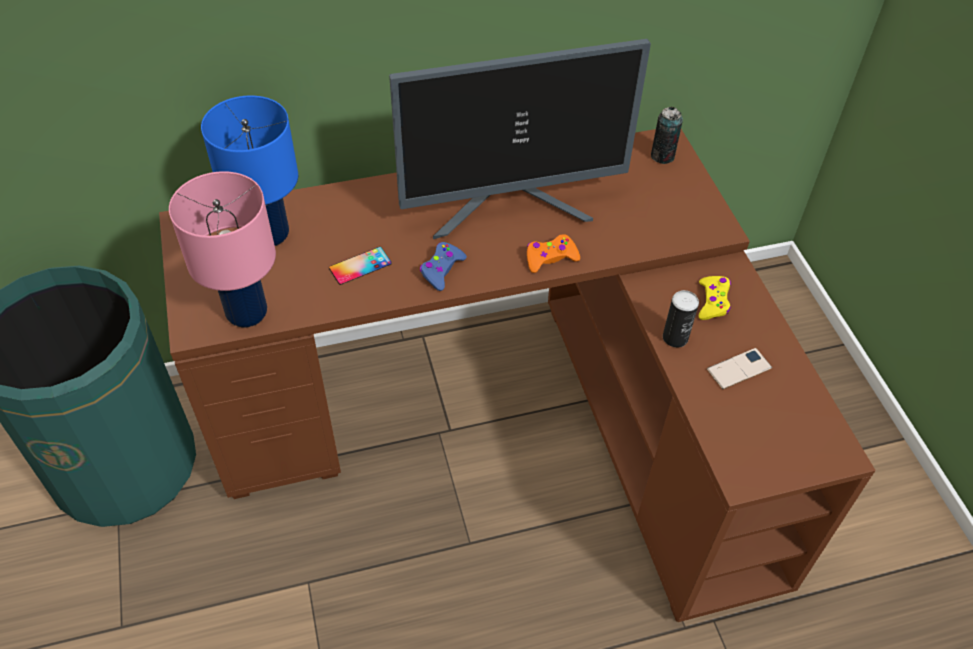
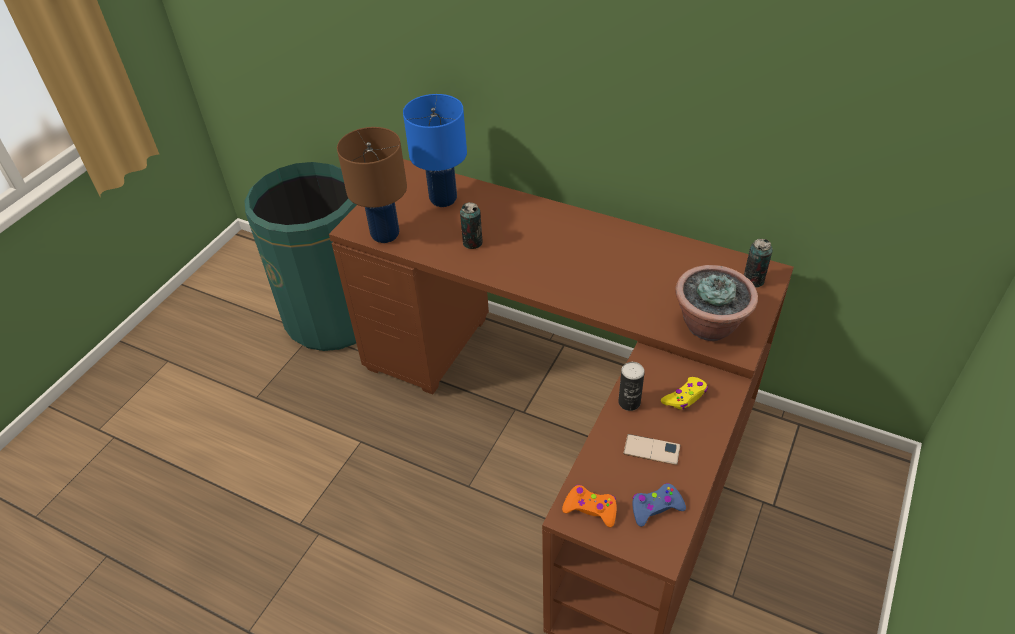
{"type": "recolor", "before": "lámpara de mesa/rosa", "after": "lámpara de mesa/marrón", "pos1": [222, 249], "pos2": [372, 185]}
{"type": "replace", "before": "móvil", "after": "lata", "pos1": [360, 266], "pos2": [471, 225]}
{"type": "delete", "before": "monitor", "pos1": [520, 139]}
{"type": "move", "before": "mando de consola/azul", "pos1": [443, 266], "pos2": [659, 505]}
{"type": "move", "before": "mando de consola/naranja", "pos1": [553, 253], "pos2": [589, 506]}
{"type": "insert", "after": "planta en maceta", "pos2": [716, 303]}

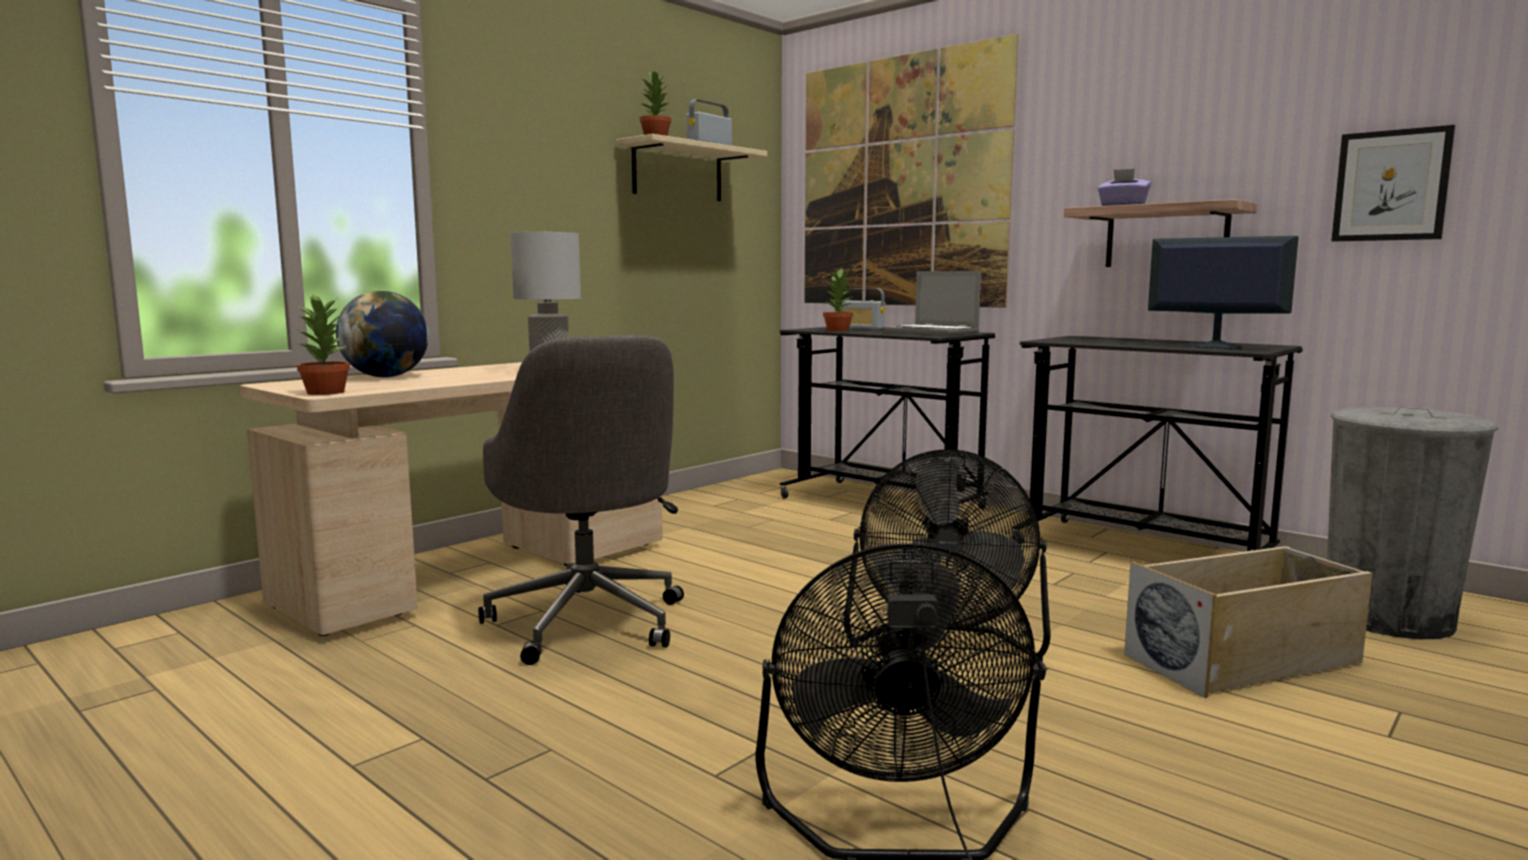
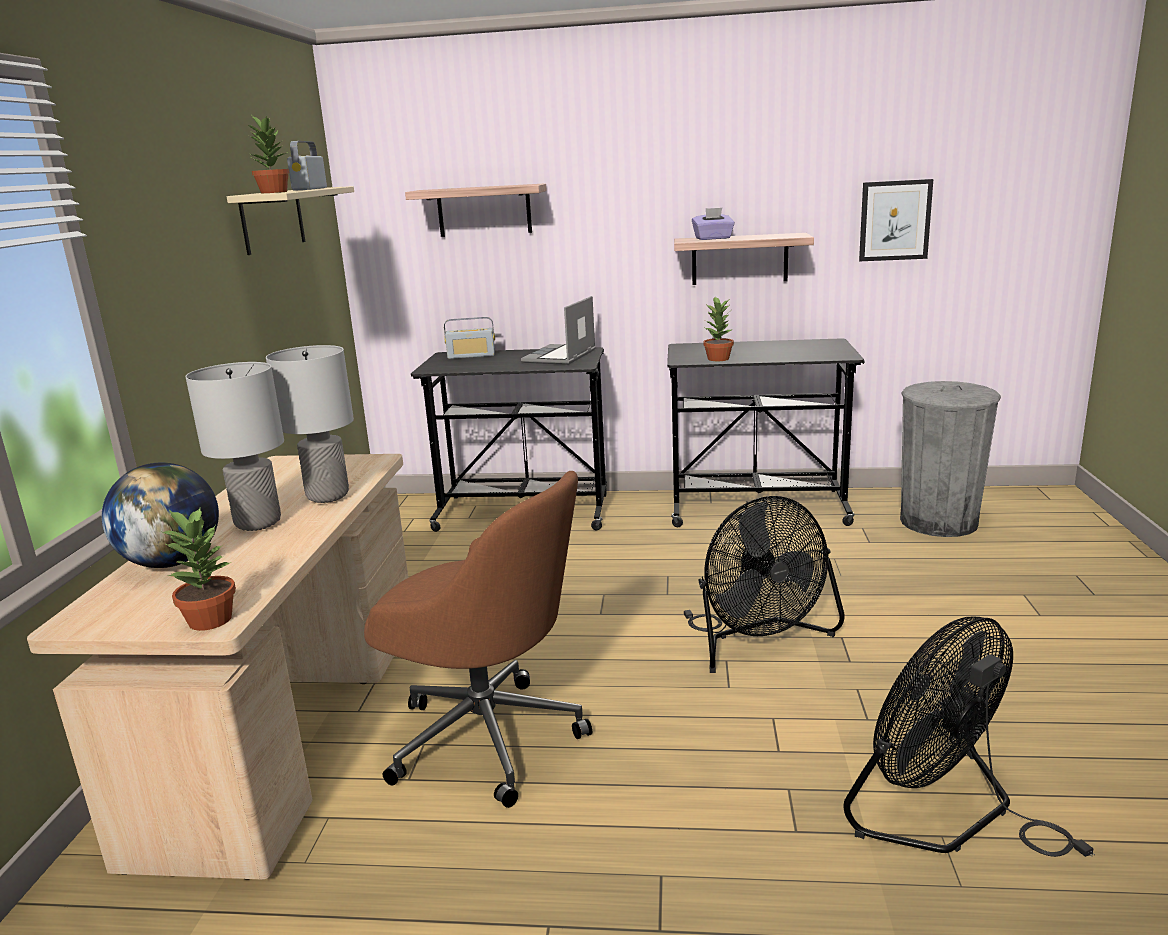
{"type": "recolor", "before": "silla de oficina/gris", "after": "silla de oficina/marrón", "pos1": [581, 500], "pos2": [478, 639]}
{"type": "replace", "before": "cuadro", "after": "estante", "pos1": [911, 171], "pos2": [476, 210]}
{"type": "move", "before": "planta en maceta", "pos1": [838, 300], "pos2": [718, 329]}
{"type": "rotate", "before": "portátil", "pos1": [932, 303], "pos2": [558, 330], "turn": 105}
{"type": "delete", "before": "caja de almacenaje/beis", "pos1": [1248, 622]}
{"type": "delete", "before": "monitor", "pos1": [1223, 292]}
{"type": "insert", "after": "lámpara de mesa/gris", "pos2": [234, 446]}

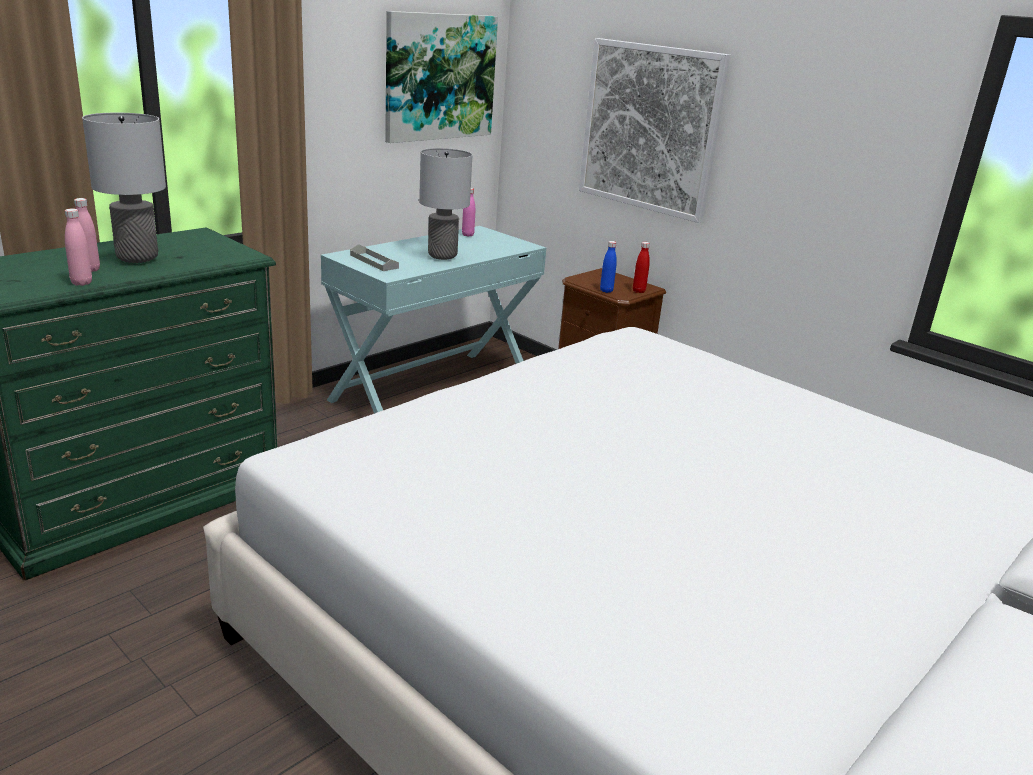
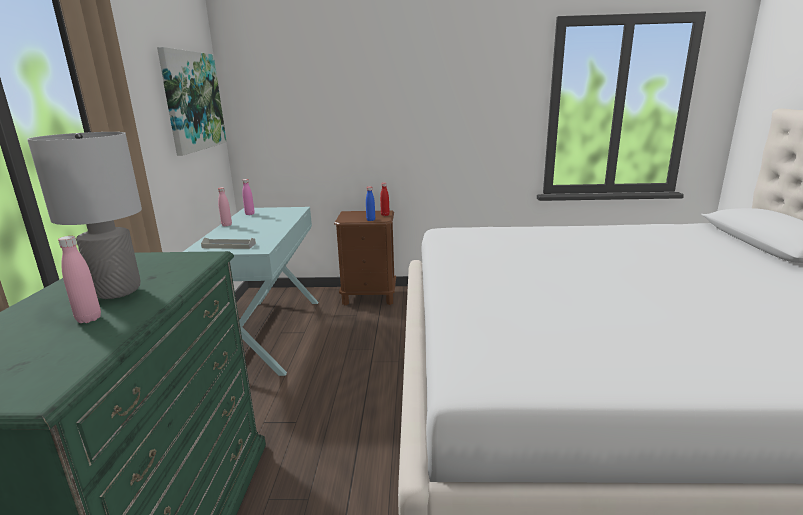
{"type": "move", "before": "botella/rosa", "pos1": [78, 247], "pos2": [225, 206]}
{"type": "delete", "before": "lámpara de mesa/gris", "pos1": [445, 204]}
{"type": "delete", "before": "cuadro", "pos1": [655, 130]}

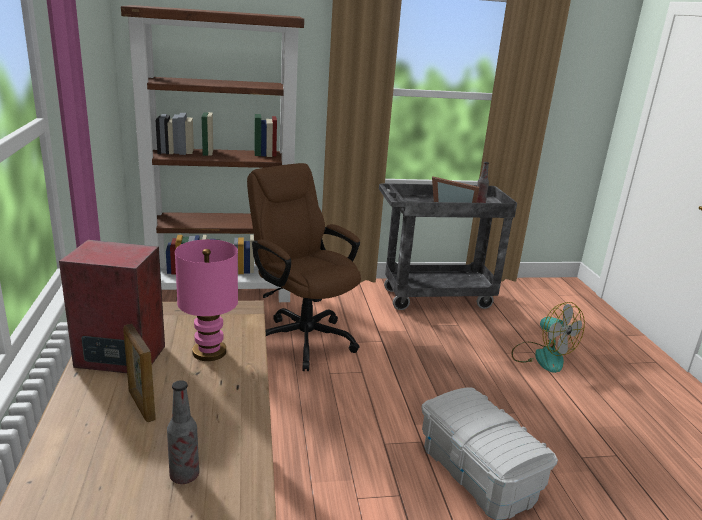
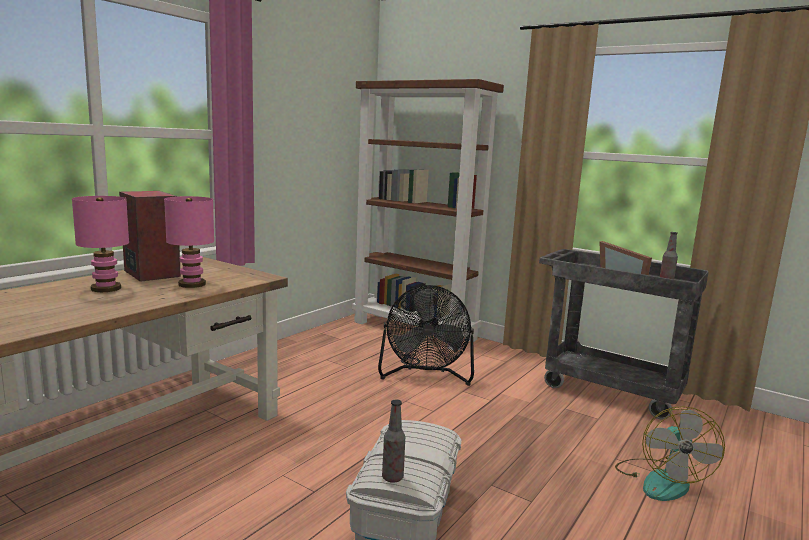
{"type": "replace", "before": "portarretratos", "after": "lámpara de mesa/rosa", "pos1": [139, 373], "pos2": [100, 244]}
{"type": "move", "before": "botella", "pos1": [183, 432], "pos2": [393, 441]}
{"type": "replace", "before": "silla de oficina/marrón", "after": "ventilador/negro", "pos1": [304, 267], "pos2": [426, 335]}

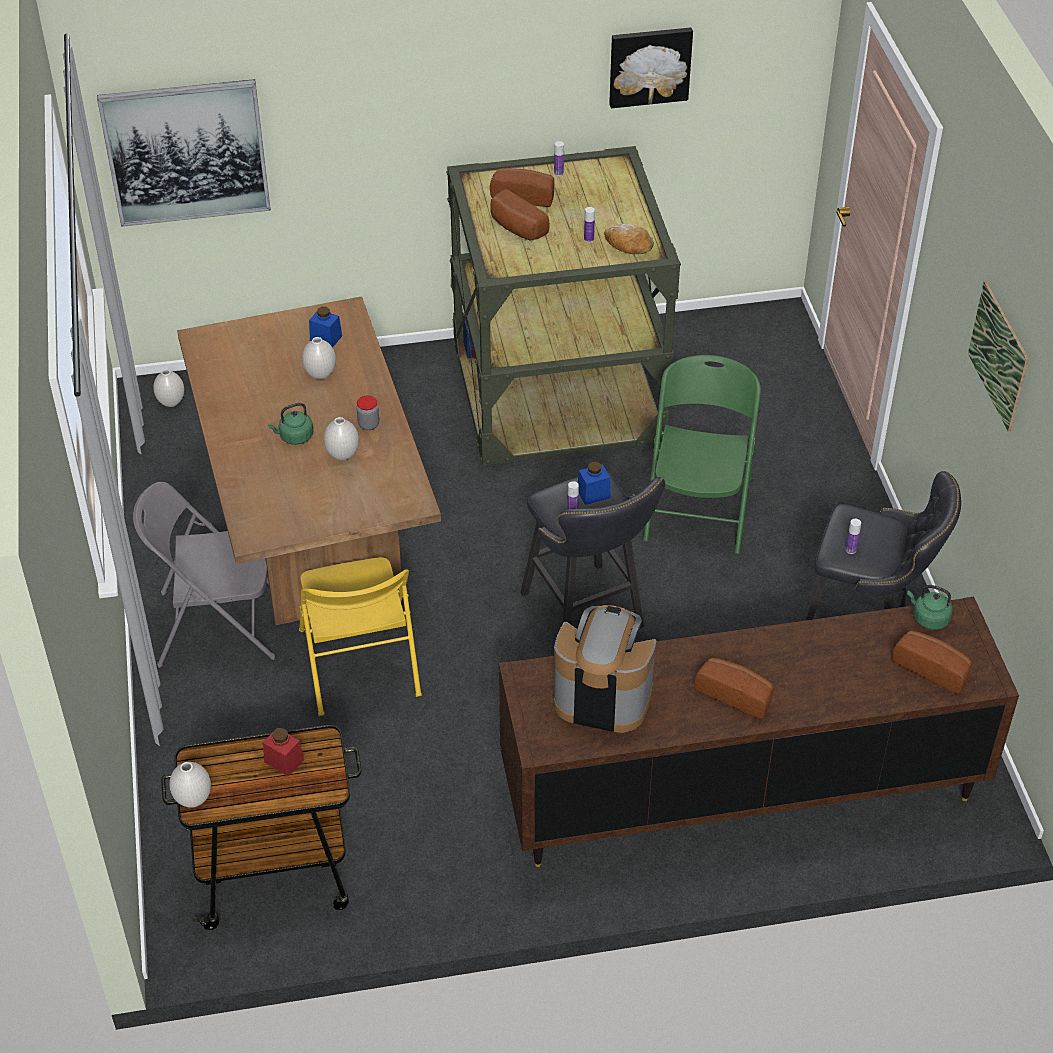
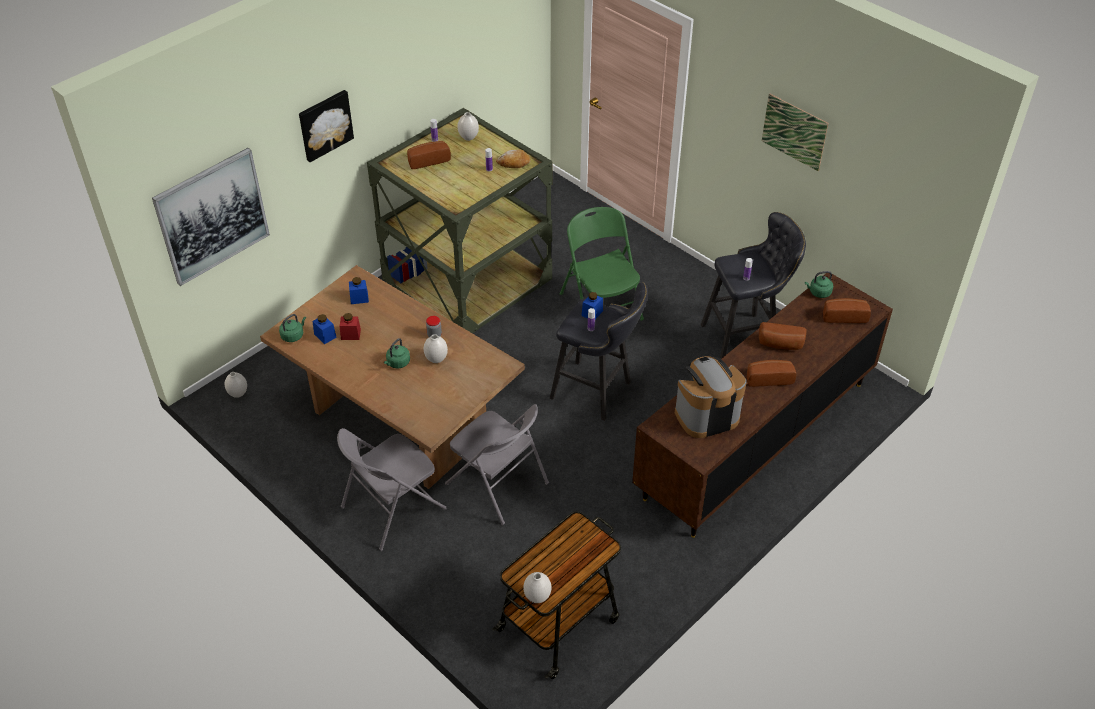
{"type": "move", "before": "tarro/rojo", "pos1": [283, 752], "pos2": [350, 326]}
{"type": "recolor", "before": "silla/amarillo", "after": "silla/gris", "pos1": [360, 636], "pos2": [497, 465]}
{"type": "move", "before": "florero/blanco", "pos1": [319, 358], "pos2": [468, 126]}
{"type": "move", "before": "pan", "pos1": [519, 214], "pos2": [782, 336]}
{"type": "move", "before": "cuadro", "pos1": [651, 67], "pos2": [326, 126]}
{"type": "insert", "after": "hervidor/verde", "pos2": [292, 328]}
{"type": "insert", "after": "tarro/azul", "pos2": [324, 329]}

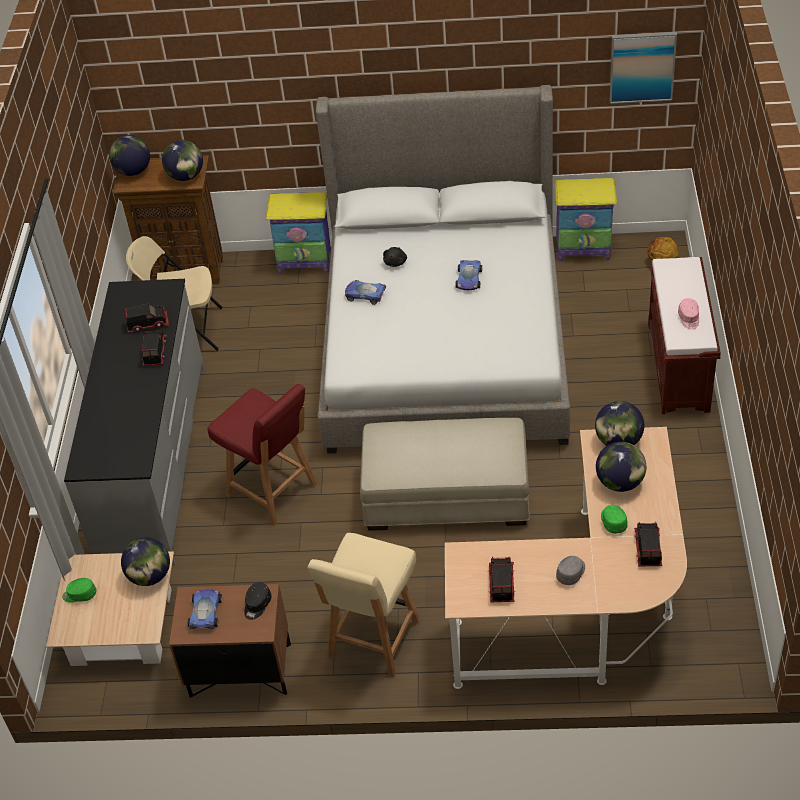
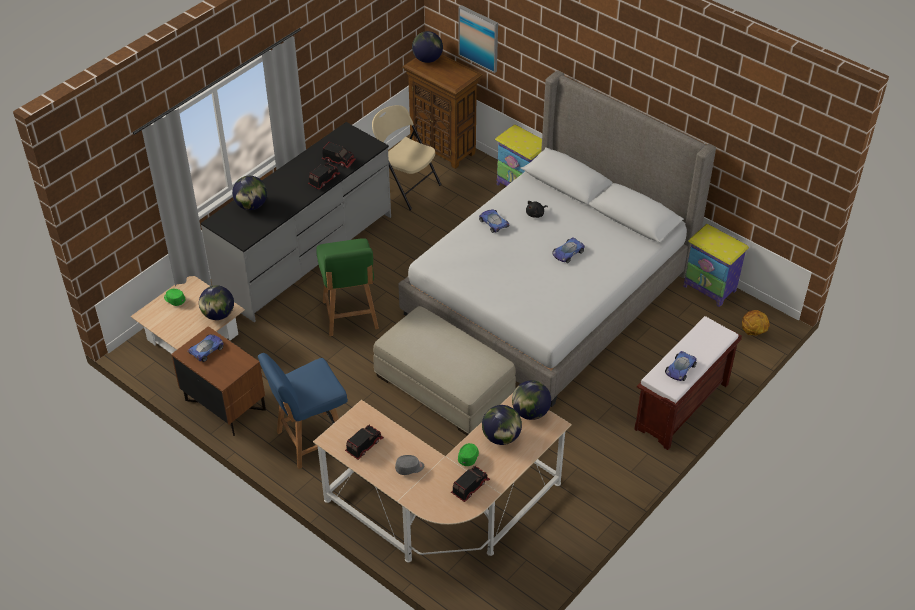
{"type": "move", "before": "globo terráqueo", "pos1": [182, 160], "pos2": [249, 193]}
{"type": "recolor", "before": "silla/rojo", "after": "silla/verde", "pos1": [262, 454], "pos2": [347, 287]}
{"type": "delete", "before": "gorra/negro", "pos1": [258, 601]}
{"type": "recolor", "before": "silla/beis", "after": "silla/azul", "pos1": [364, 605], "pos2": [303, 411]}
{"type": "move", "before": "cuadro", "pos1": [643, 68], "pos2": [478, 39]}
{"type": "replace", "before": "gorra/rosa", "after": "coche de juguete", "pos1": [688, 313], "pos2": [681, 366]}

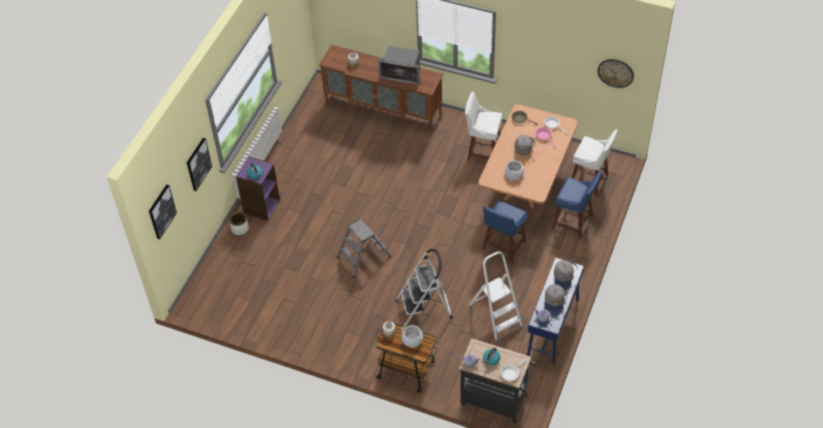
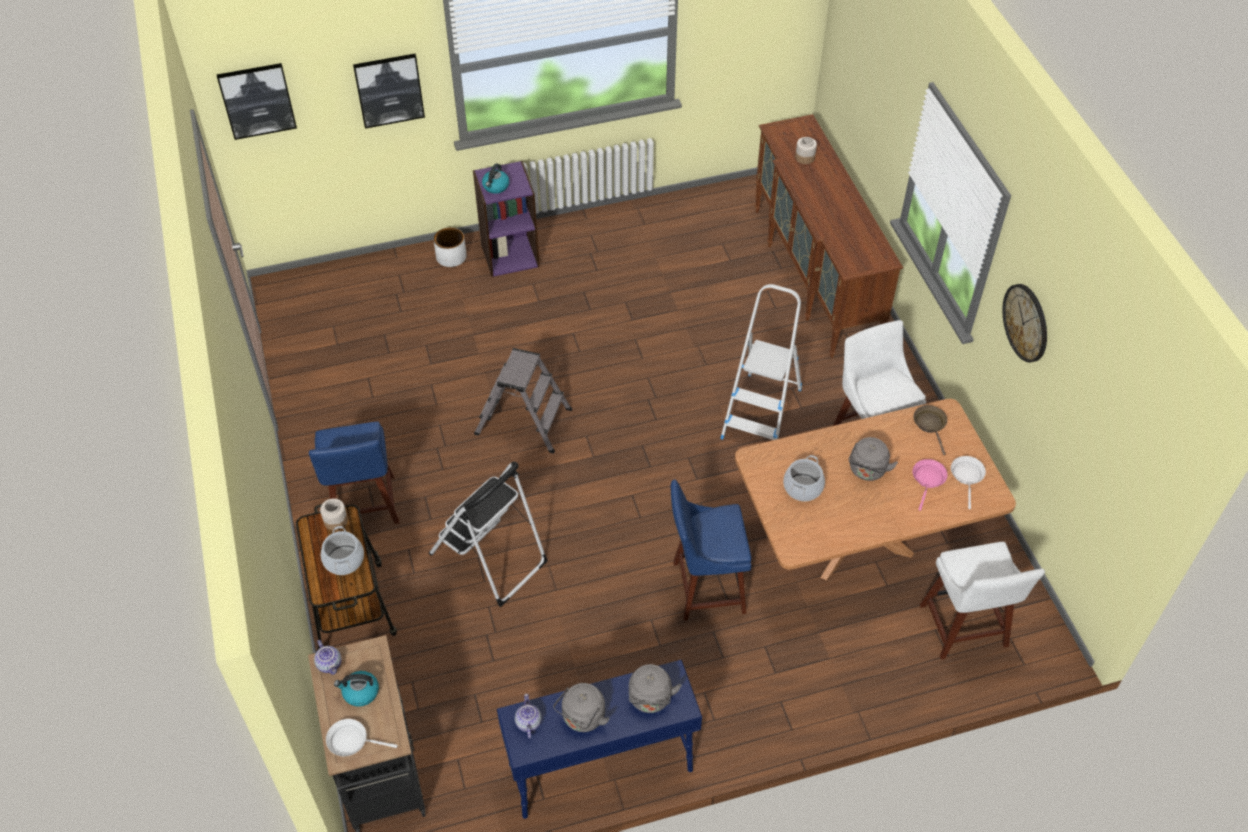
{"type": "delete", "before": "microondas", "pos1": [399, 65]}
{"type": "move", "before": "escalera de tijera/blanco", "pos1": [496, 297], "pos2": [761, 362]}
{"type": "move", "before": "silla/azul", "pos1": [576, 205], "pos2": [354, 473]}
{"type": "move", "before": "reloj de pared", "pos1": [616, 73], "pos2": [1024, 323]}

